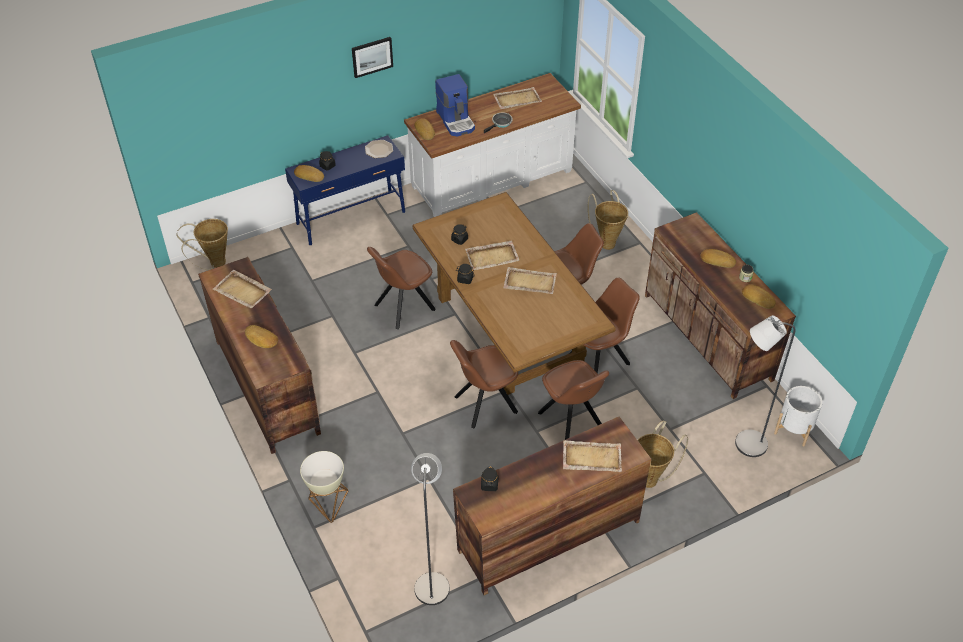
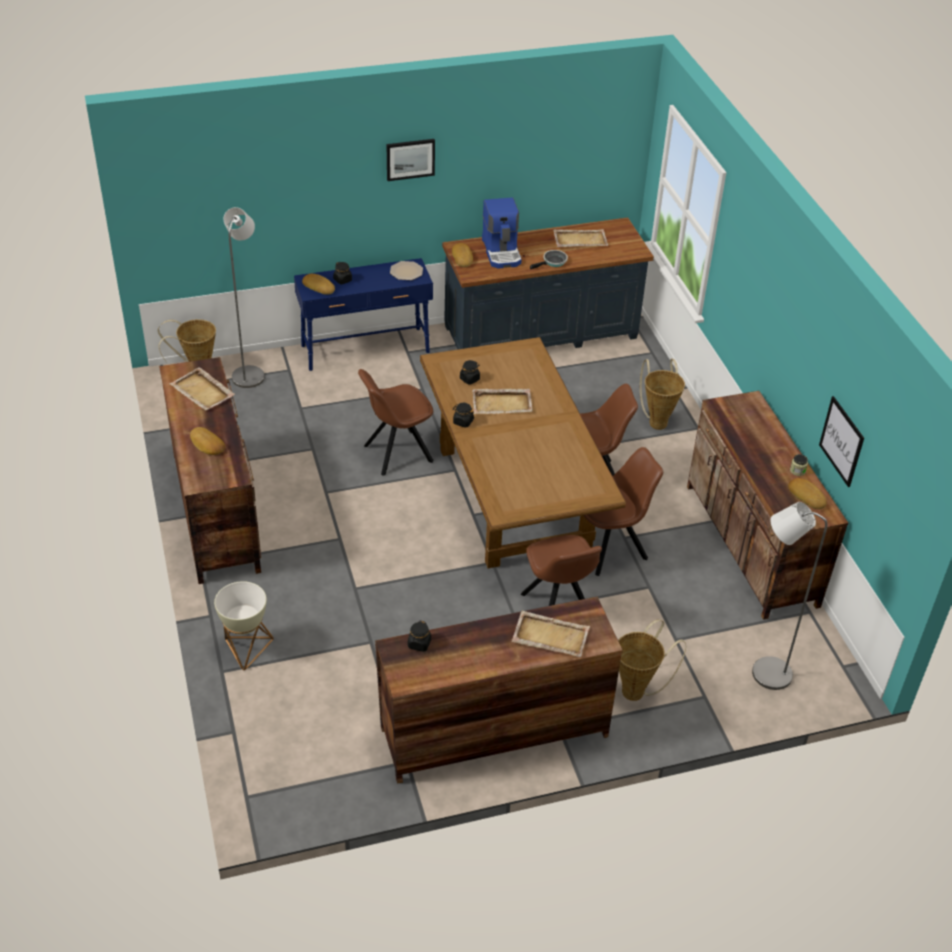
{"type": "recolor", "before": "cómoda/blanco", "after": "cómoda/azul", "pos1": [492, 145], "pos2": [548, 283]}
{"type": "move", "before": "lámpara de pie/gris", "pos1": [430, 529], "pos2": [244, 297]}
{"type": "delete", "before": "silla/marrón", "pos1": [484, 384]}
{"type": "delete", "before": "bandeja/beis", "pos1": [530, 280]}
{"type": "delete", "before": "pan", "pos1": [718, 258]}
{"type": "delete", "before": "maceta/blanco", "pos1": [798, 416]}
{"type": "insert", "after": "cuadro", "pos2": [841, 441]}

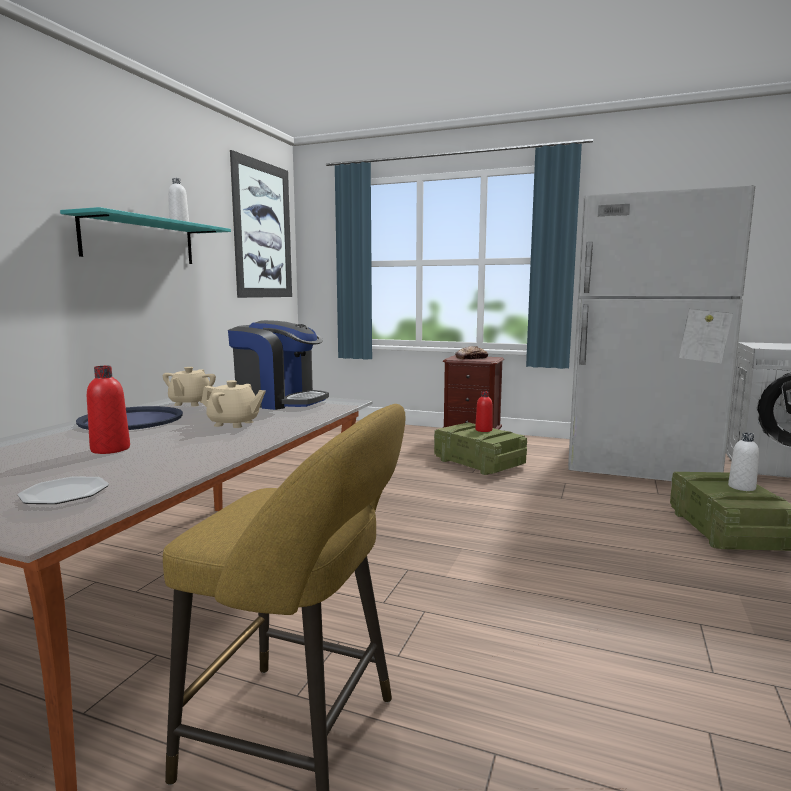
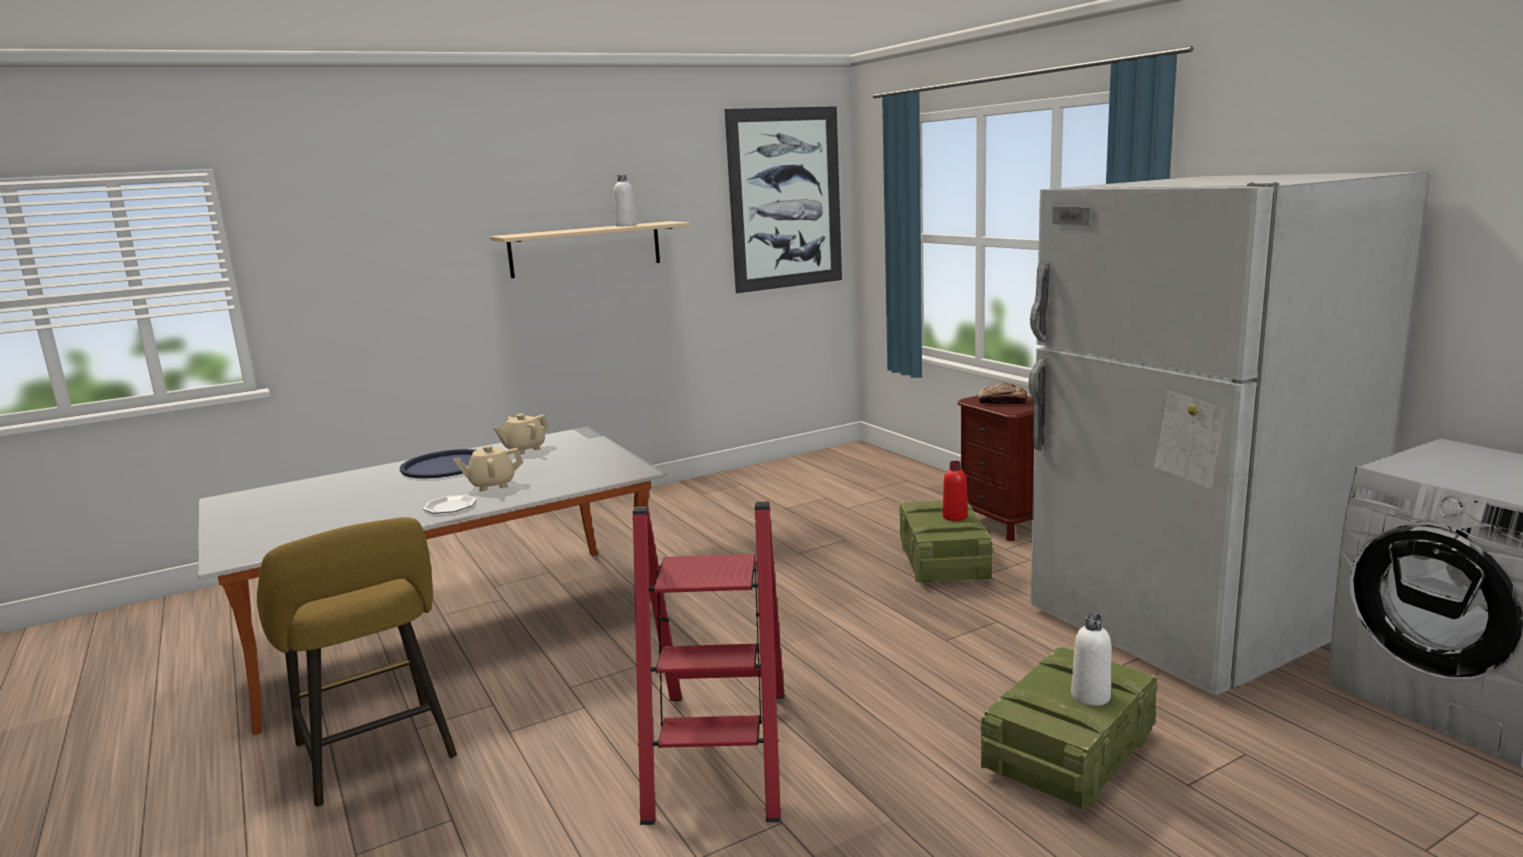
{"type": "move", "before": "plato", "pos1": [63, 490], "pos2": [450, 504]}
{"type": "recolor", "before": "estante/turquesa", "after": "estante/beis", "pos1": [145, 235], "pos2": [590, 249]}
{"type": "delete", "before": "botella/rojo", "pos1": [108, 410]}
{"type": "rotate", "before": "tetera/beis", "pos1": [233, 404], "pos2": [488, 468], "turn": 105}
{"type": "delete", "before": "cafetera", "pos1": [278, 365]}
{"type": "insert", "after": "escalera de tijera/rojo", "pos2": [708, 663]}

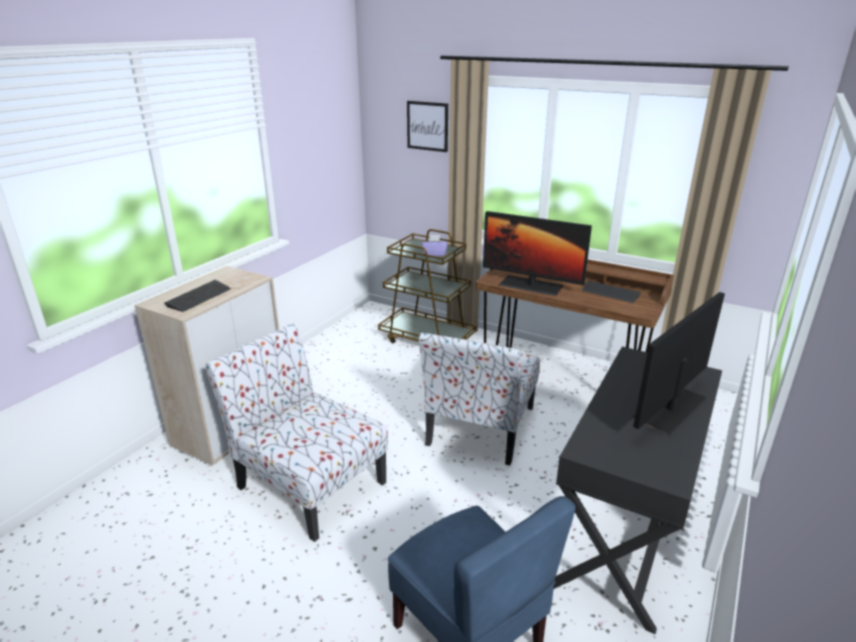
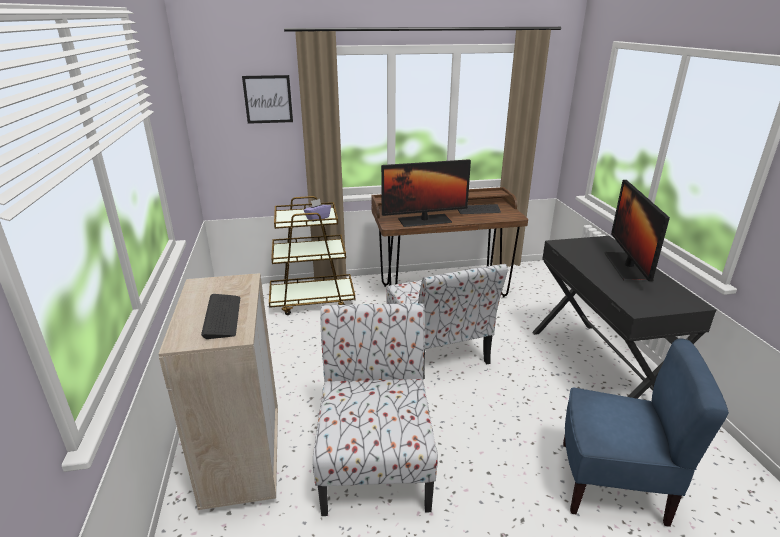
{"type": "rotate", "before": "silla", "pos1": [297, 433], "pos2": [375, 409], "turn": 90}

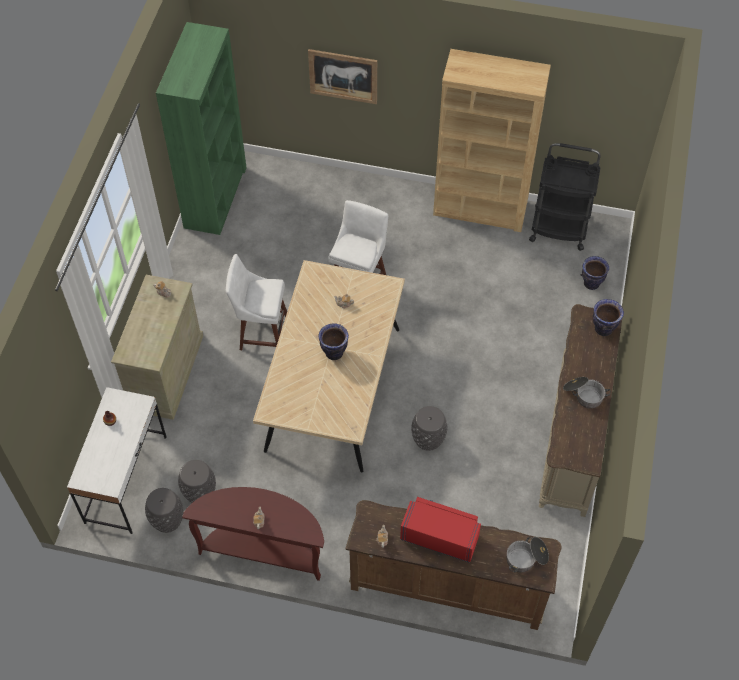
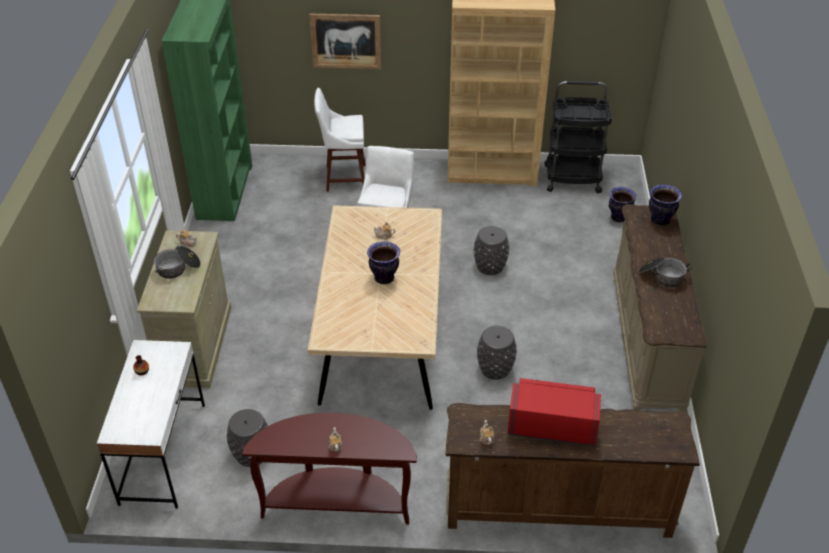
{"type": "move", "before": "taburete/gris", "pos1": [164, 510], "pos2": [491, 250]}
{"type": "move", "before": "silla/blanco", "pos1": [256, 302], "pos2": [340, 140]}
{"type": "move", "before": "olla", "pos1": [528, 554], "pos2": [177, 262]}

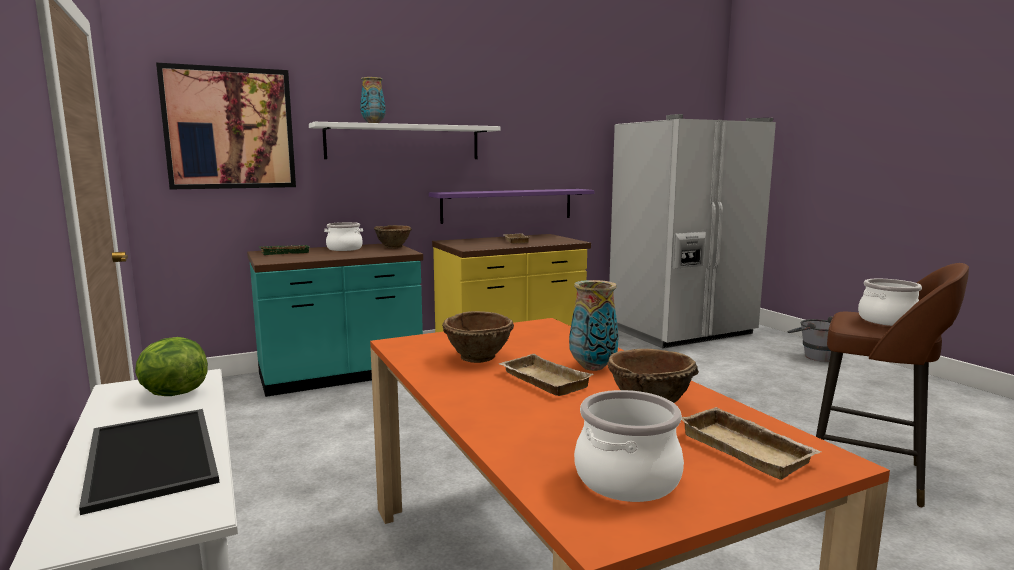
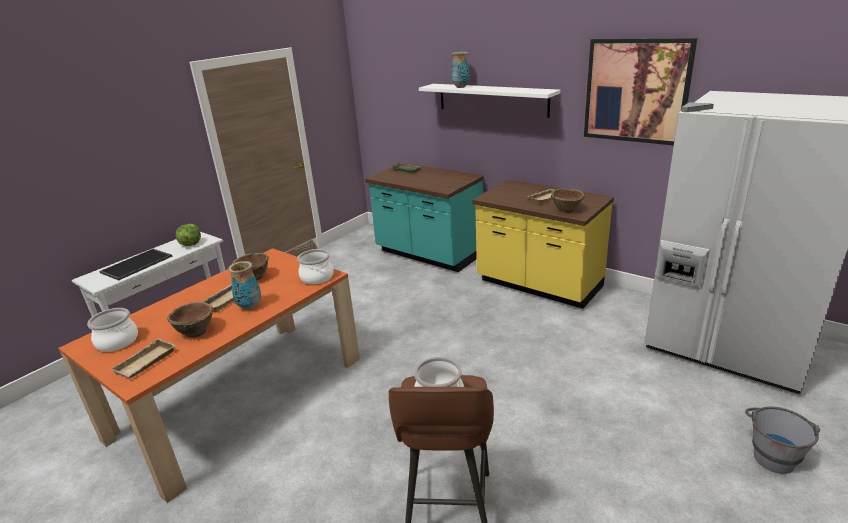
{"type": "move", "before": "cuadro", "pos1": [226, 126], "pos2": [640, 91]}
{"type": "move", "before": "olla", "pos1": [343, 236], "pos2": [315, 266]}
{"type": "move", "before": "cuenco/marrón", "pos1": [393, 236], "pos2": [568, 201]}
{"type": "delete", "before": "estante/morado", "pos1": [511, 206]}

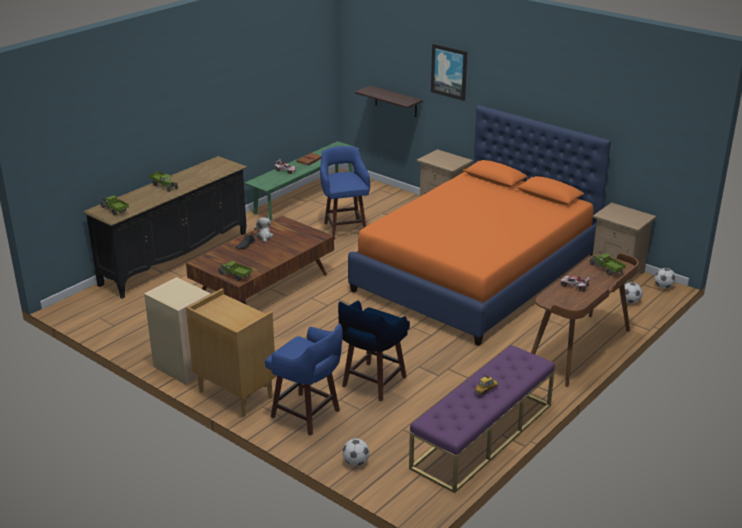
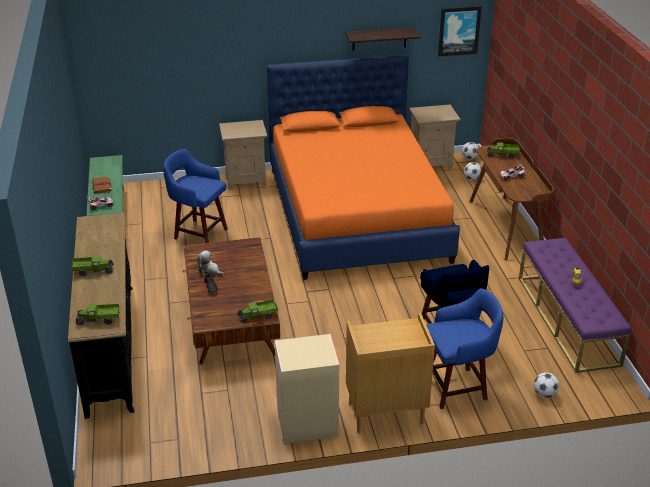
{"type": "move", "before": "estante", "pos1": [389, 101], "pos2": [383, 39]}
{"type": "move", "before": "cuadro", "pos1": [449, 72], "pos2": [460, 31]}

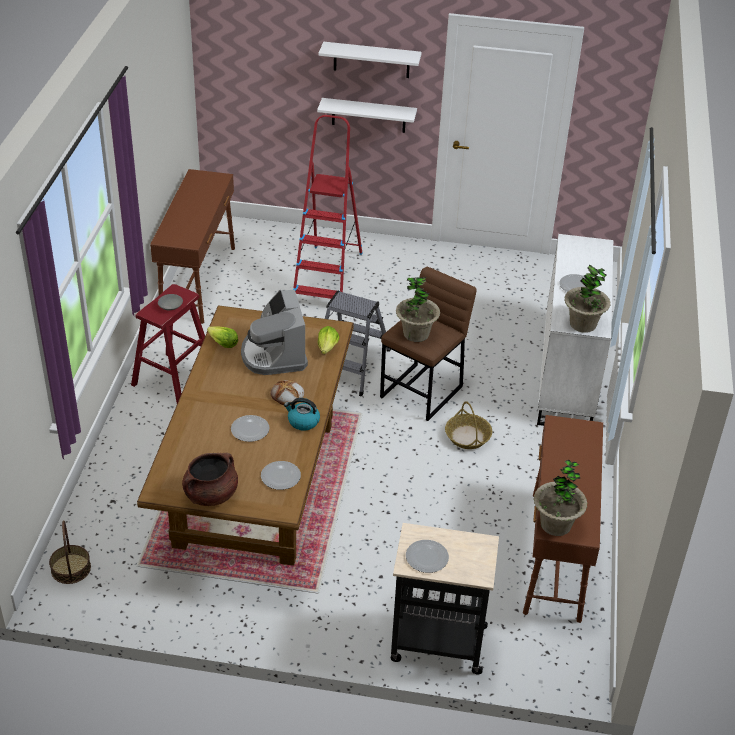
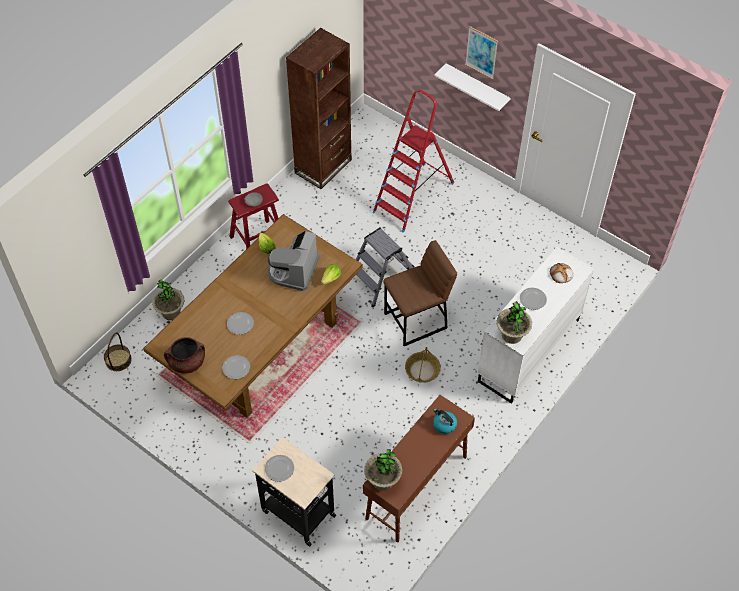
{"type": "replace", "before": "mesa consola/marrón", "after": "estantería/marrón", "pos1": [192, 246], "pos2": [319, 108]}
{"type": "move", "before": "pan", "pos1": [287, 392], "pos2": [562, 273]}
{"type": "move", "before": "hervidor", "pos1": [302, 414], "pos2": [445, 421]}
{"type": "replace", "before": "estante/blanco", "after": "cuadro", "pos1": [370, 60], "pos2": [481, 52]}
{"type": "move", "before": "planta en maceta", "pos1": [418, 309], "pos2": [168, 299]}

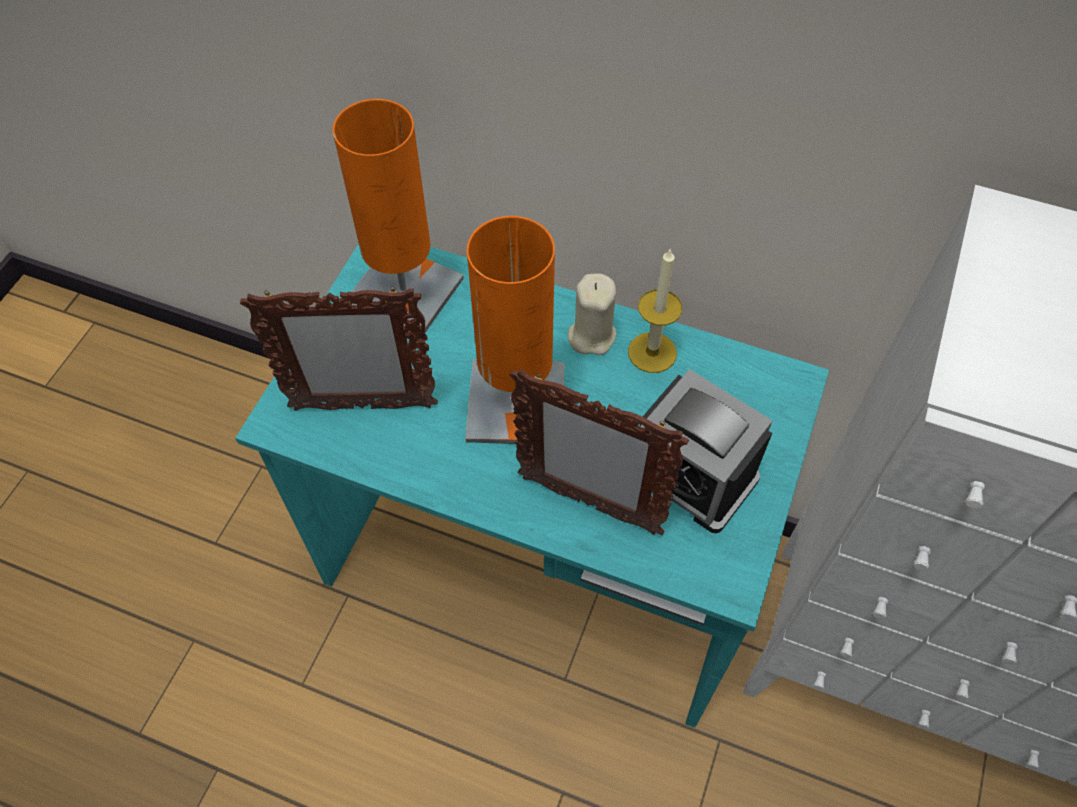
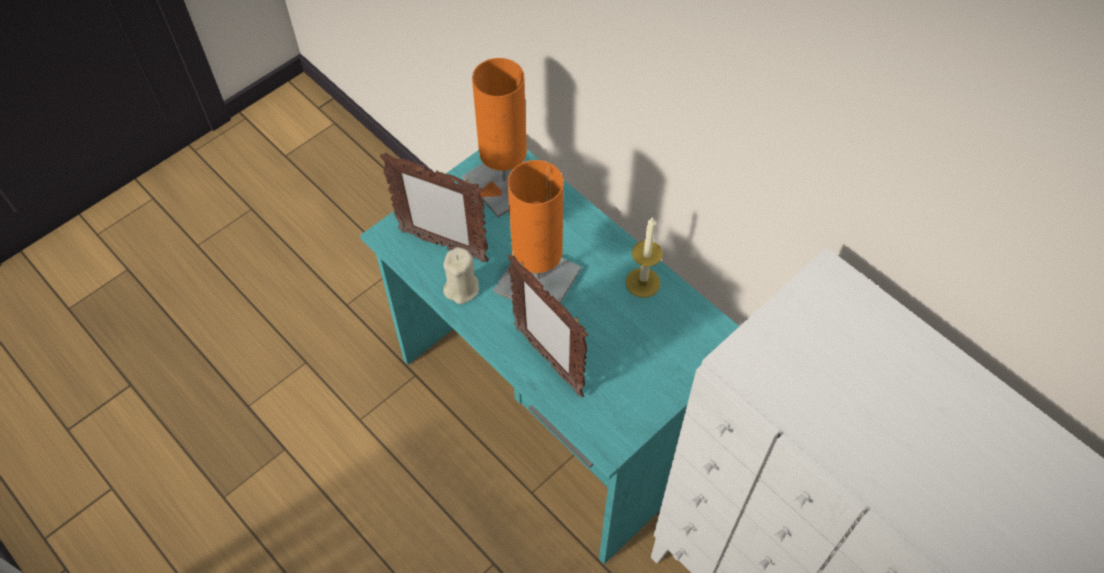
{"type": "move", "before": "vela/beis", "pos1": [592, 314], "pos2": [461, 275]}
{"type": "delete", "before": "despertador", "pos1": [706, 451]}

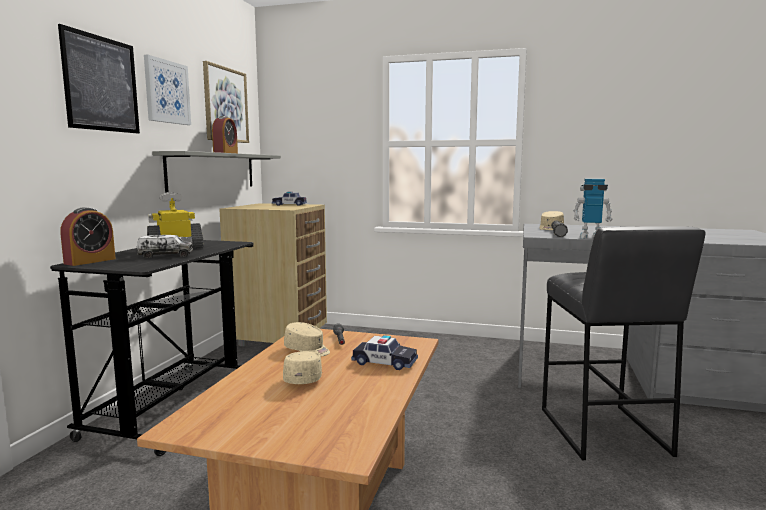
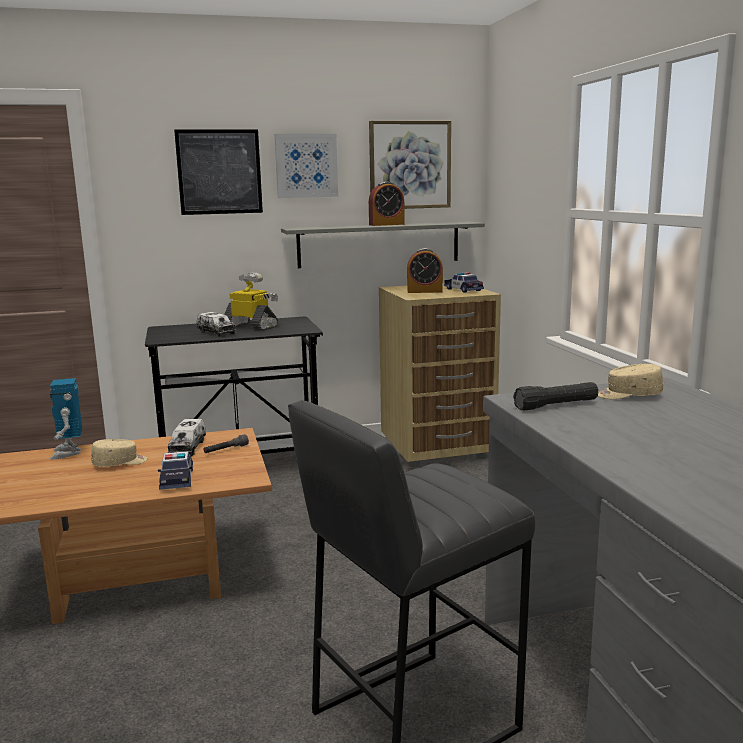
{"type": "move", "before": "despertador", "pos1": [88, 236], "pos2": [425, 270]}
{"type": "replace", "before": "gorra/beis", "after": "camión de juguete", "pos1": [307, 339], "pos2": [187, 437]}
{"type": "move", "before": "robot de juguete", "pos1": [593, 209], "pos2": [66, 419]}

